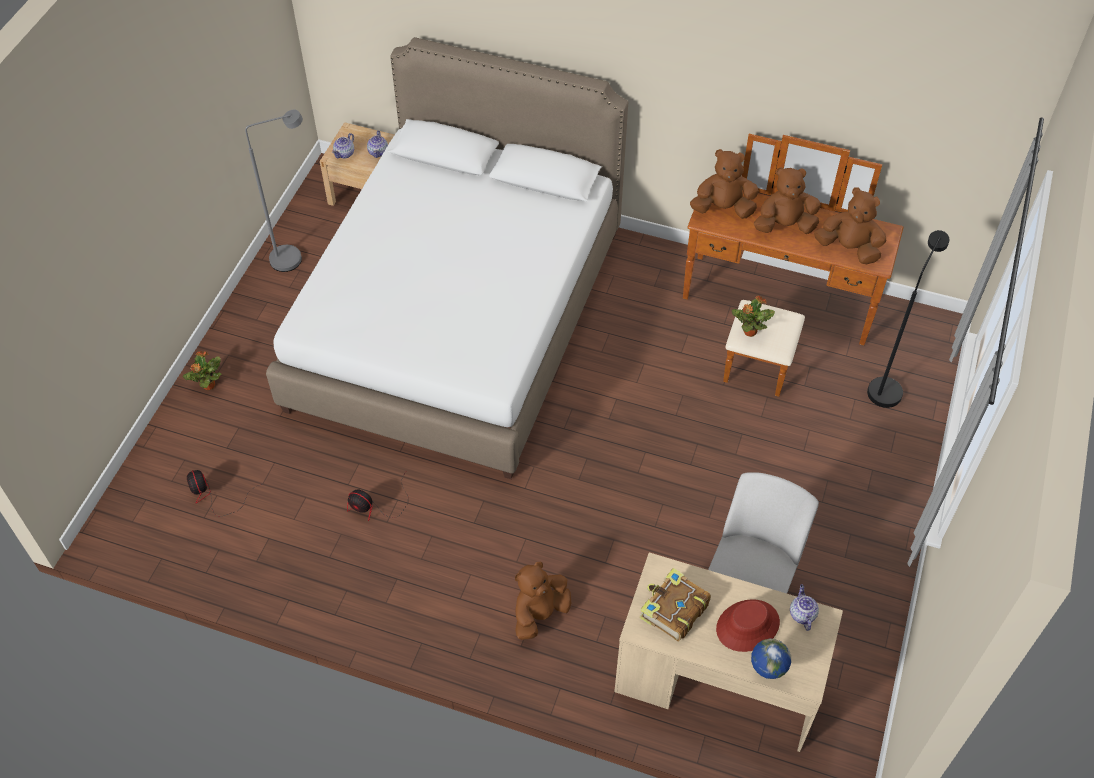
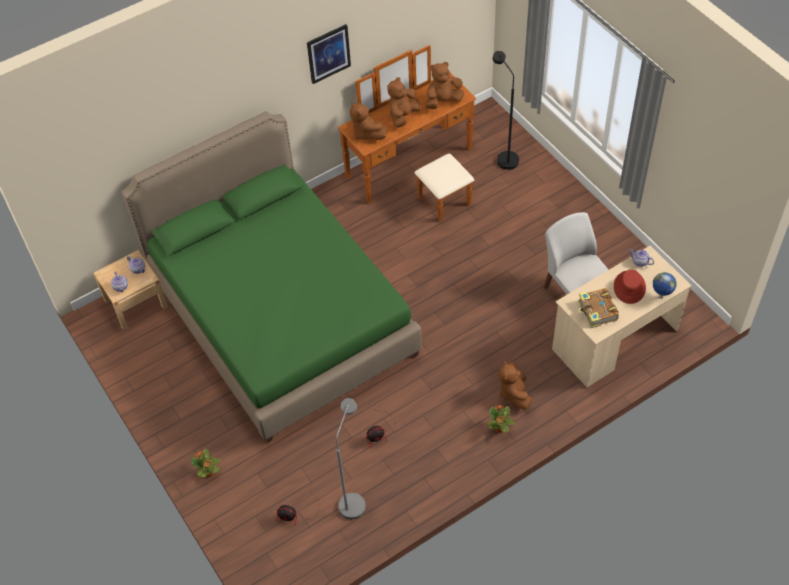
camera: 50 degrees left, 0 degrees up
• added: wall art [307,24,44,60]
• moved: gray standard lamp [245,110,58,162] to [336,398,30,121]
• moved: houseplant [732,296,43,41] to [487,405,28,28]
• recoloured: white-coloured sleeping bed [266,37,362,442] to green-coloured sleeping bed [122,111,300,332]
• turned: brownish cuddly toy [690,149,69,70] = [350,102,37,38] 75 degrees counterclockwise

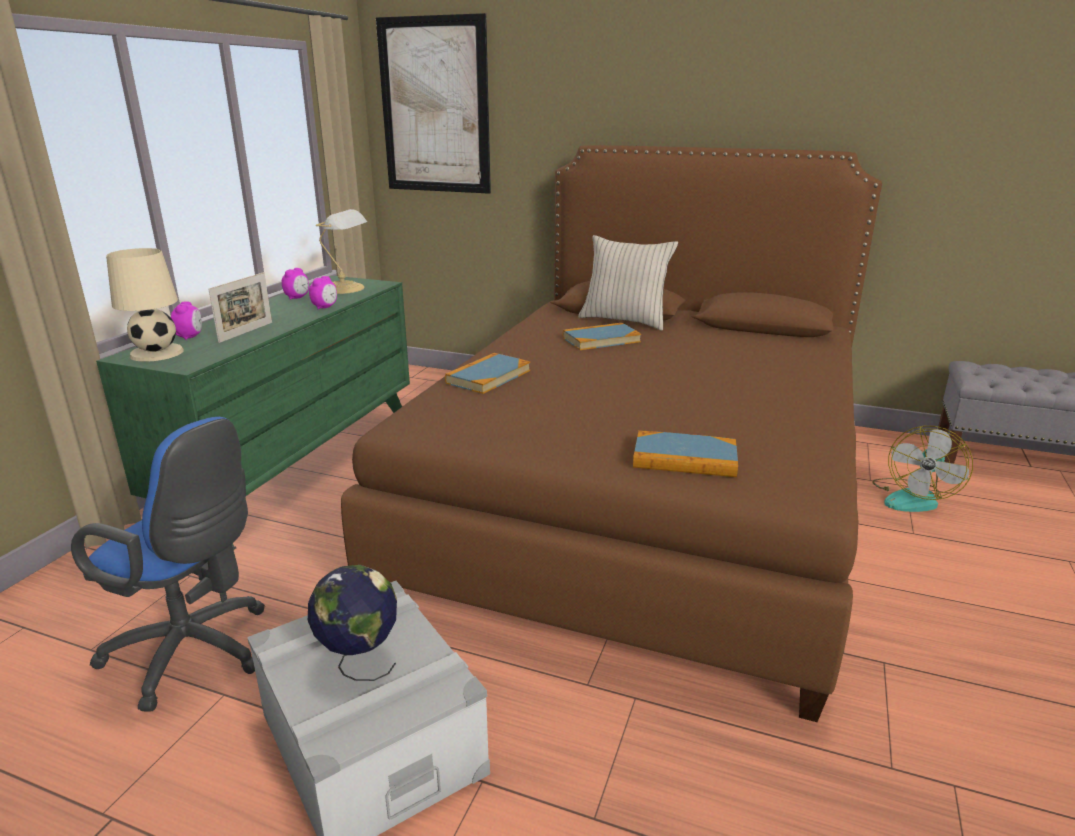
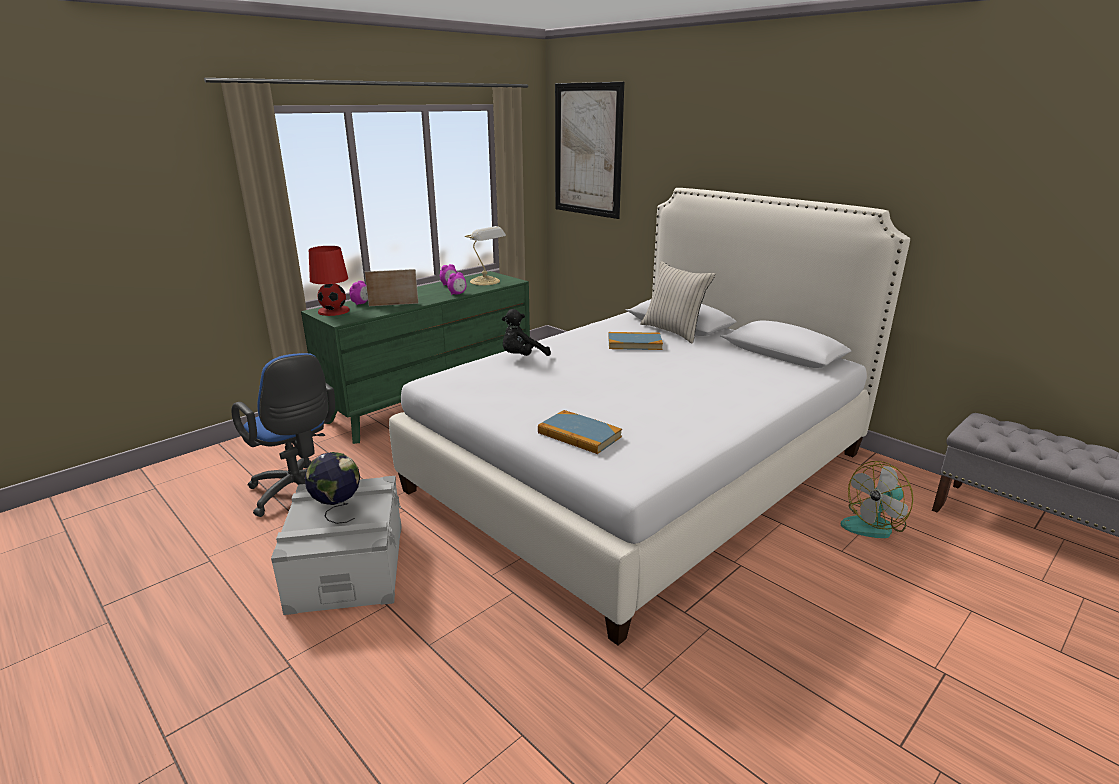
camera: 25 degrees right, 0 degrees up
• replaced: book [445,353,85,41] to black-coloured cuddly toy [502,309,49,47]
• recoloured: beige tabletop lamp [106,248,78,114] to red tabletop lamp [309,246,41,70]
• recoloured: brownish sleeping bed [341,145,541,577] to white-coloured sleeping bed [389,188,521,457]
• turned: picture frame [208,272,64,71] = [365,269,53,37] 150 degrees counterclockwise

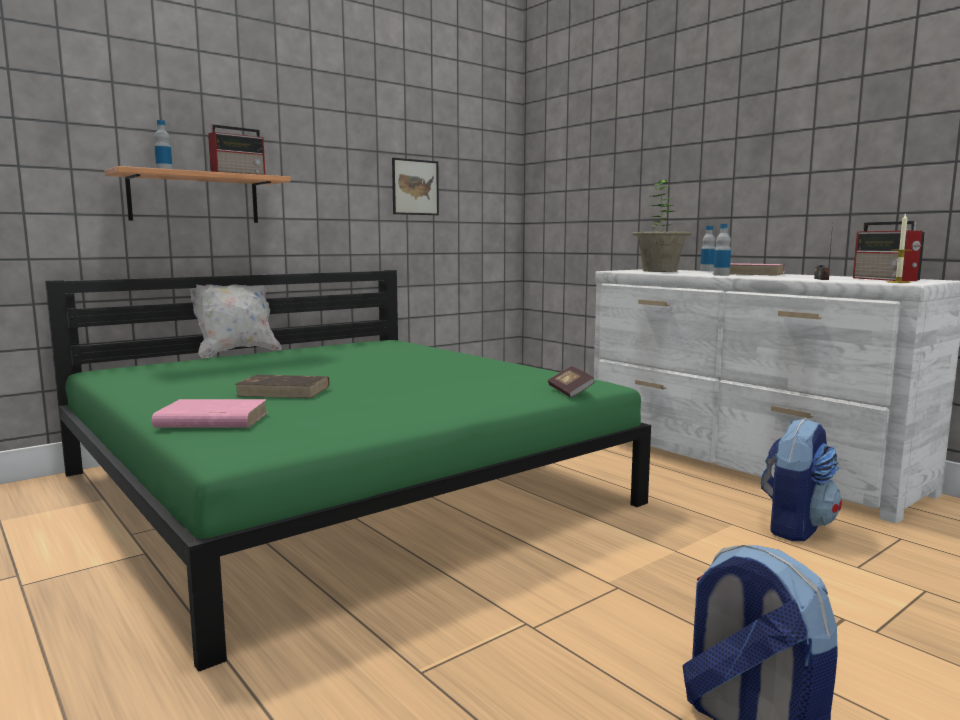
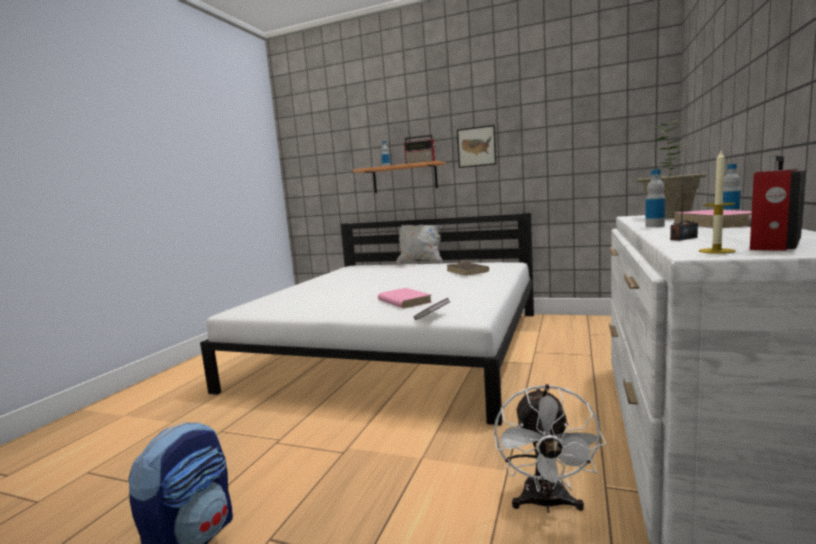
camera: 60 degrees right, 0 degrees up
• moved: pink book [152,399,116,28] to [378,288,54,20]
• moved: brownish book [236,375,93,23] to [447,262,42,14]
• moved: wall art [392,158,47,57] to [457,125,39,43]
• replaced: rucksack [761,418,81,123] to white-coloured fan [494,384,112,129]
• recoloured: green-coloured sleeping bed [45,270,606,402] to white-coloured sleeping bed [200,213,334,213]

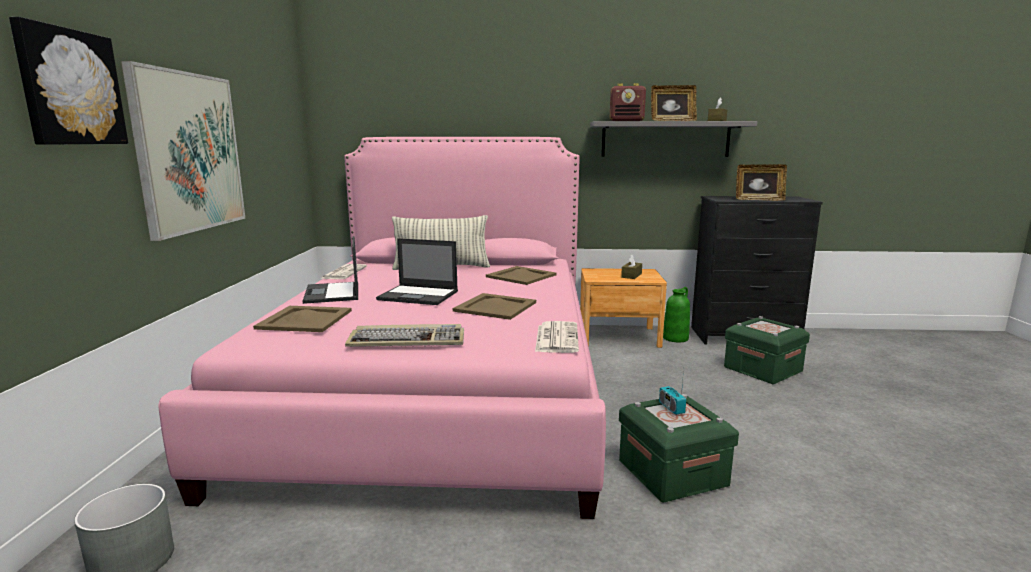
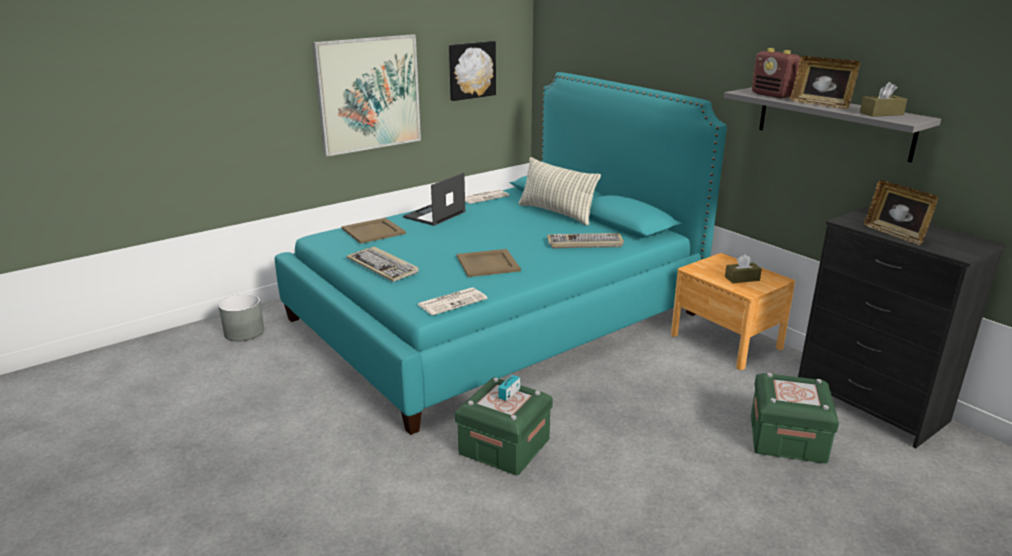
camera: 50 degrees right, 10 degrees up
• removed: laptop [376,238,82,67]
• removed: green-coloured vase [663,287,27,55]
• moved: wall art [9,17,119,128] to [449,41,47,60]
• replaced: beige carrying tray [486,266,71,19] to PC keyboard [547,233,77,15]
• recoloured: pink sleeping bed [158,137,448,382] to turquoise sleeping bed [275,72,452,363]

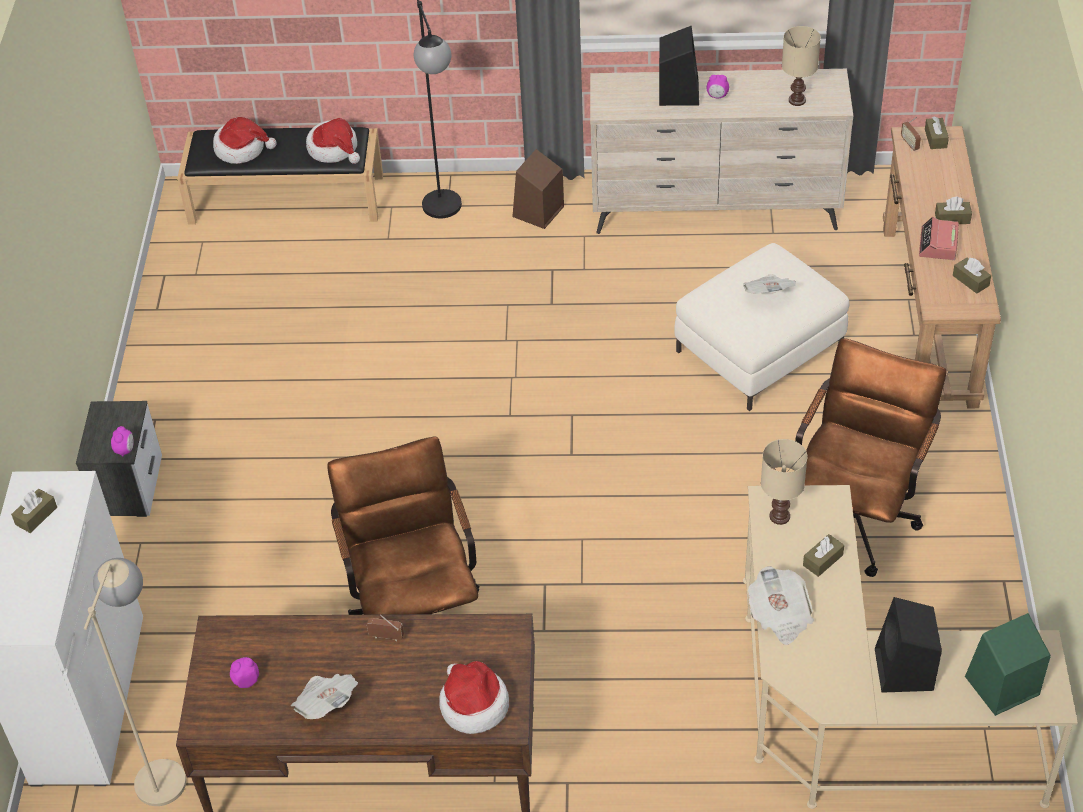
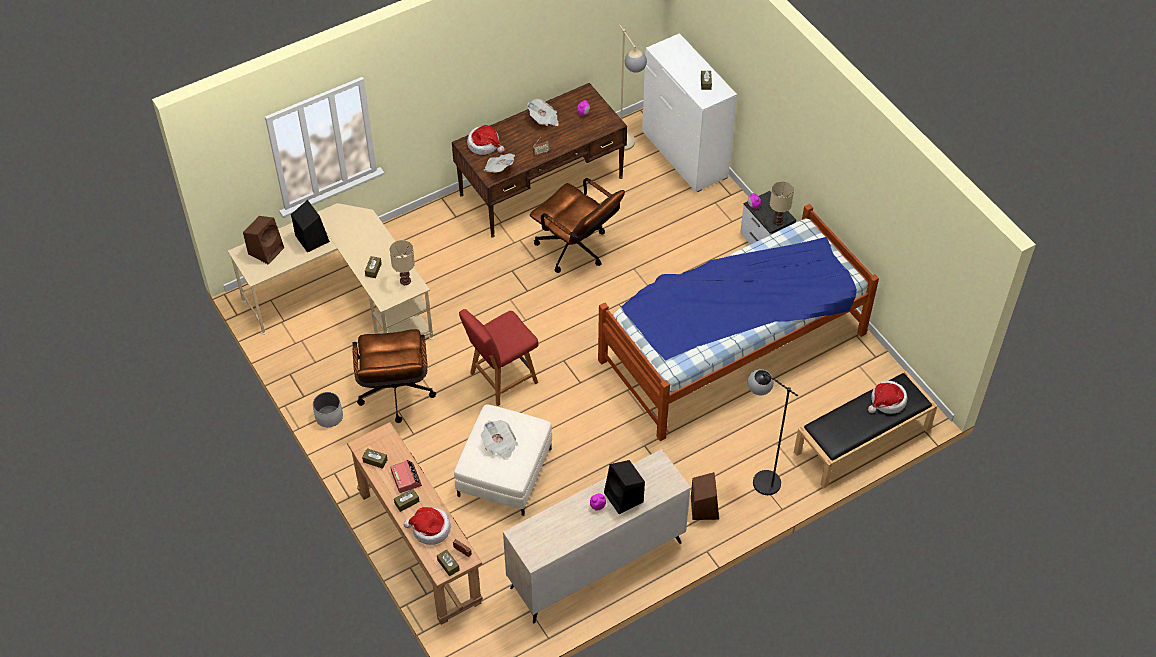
camera: 145 degrees right, 5 degrees up
• added: white-coloured plant pot [313,392,30,35]
• added: red chair [459,309,79,97]
• added: sleeping bed [598,204,281,237]
• moved: hat [306,118,54,46] to [404,507,47,38]
• moved: newspaper [748,566,66,79] to [483,153,32,20]
• moved: beige tabletop lamp [782,26,39,80] to [770,181,24,44]
• recoloured: green-coloured loudspeaker [965,613,86,103] to brownish loudspeaker [243,216,41,49]

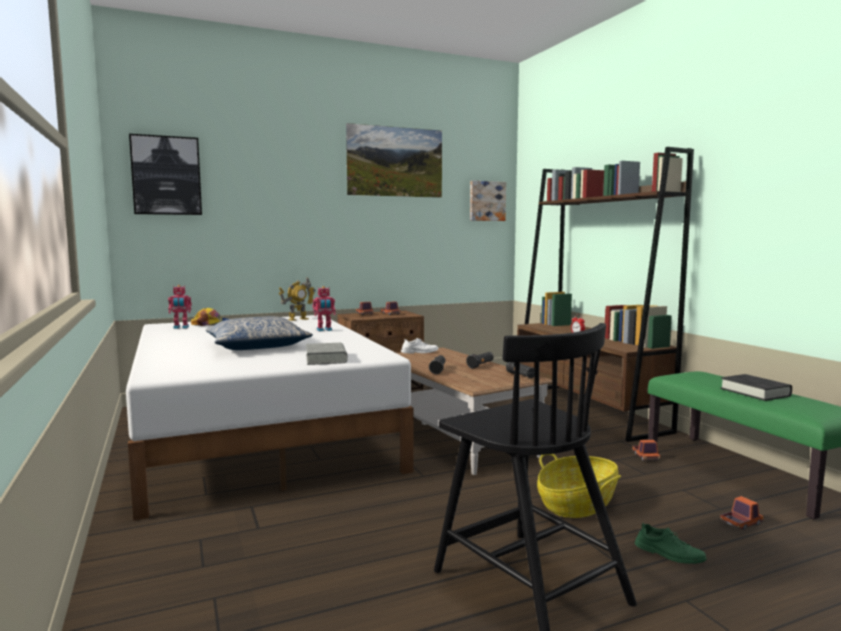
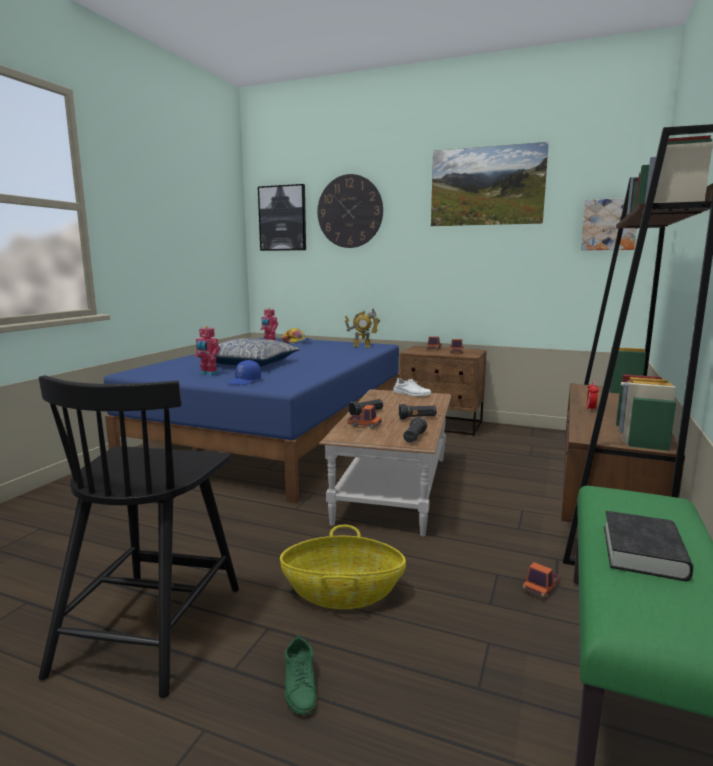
camera: 45 degrees right, 5 degrees up
• added: clock on the wall [317,174,66,74]
• moved: robot figure [313,286,22,45] to [195,326,25,50]
• moved: toy truck [720,496,44,34] to [348,405,34,24]
• replaced: gray book [306,343,42,22] to bluish cap [227,360,34,25]
• recoloured: white-coloured sleeping bed [126,315,288,206] to bluish sleeping bed [104,337,295,166]

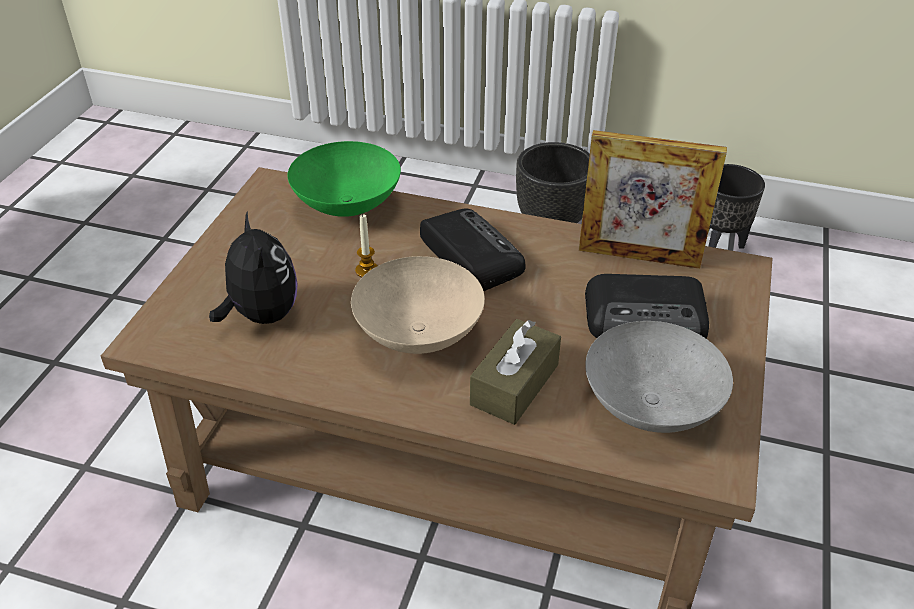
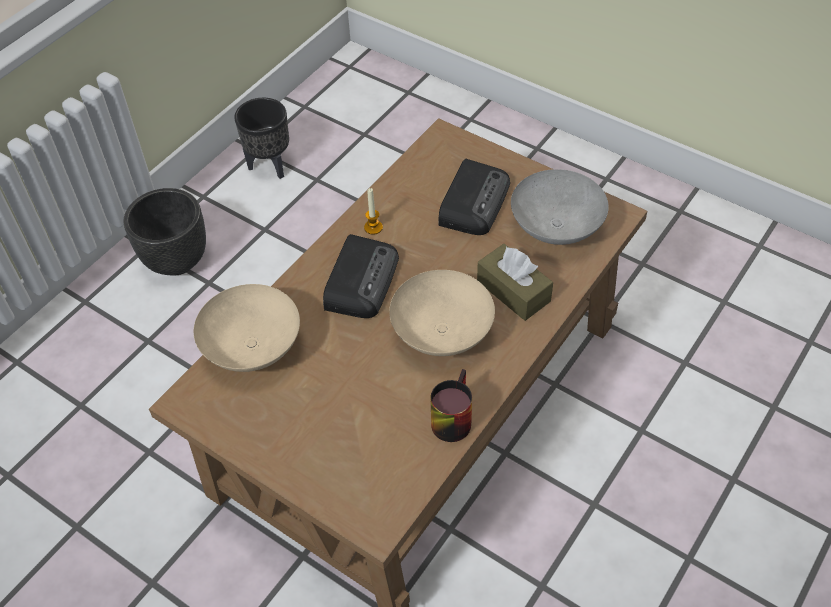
camera: 70 degrees left, 10 degrees up
• removed: cuddly toy [209,211,89,113]
• removed: picture frame [579,130,148,139]
• added: mug [430,369,42,73]
• moved: candle [355,214,23,64] to [364,188,19,47]
• recoloured: green-coloured serving bowl [288,141,113,76] to beige serving bowl [194,284,106,88]
• turned: radio [420,209,105,82] = [323,234,76,84] 120 degrees clockwise

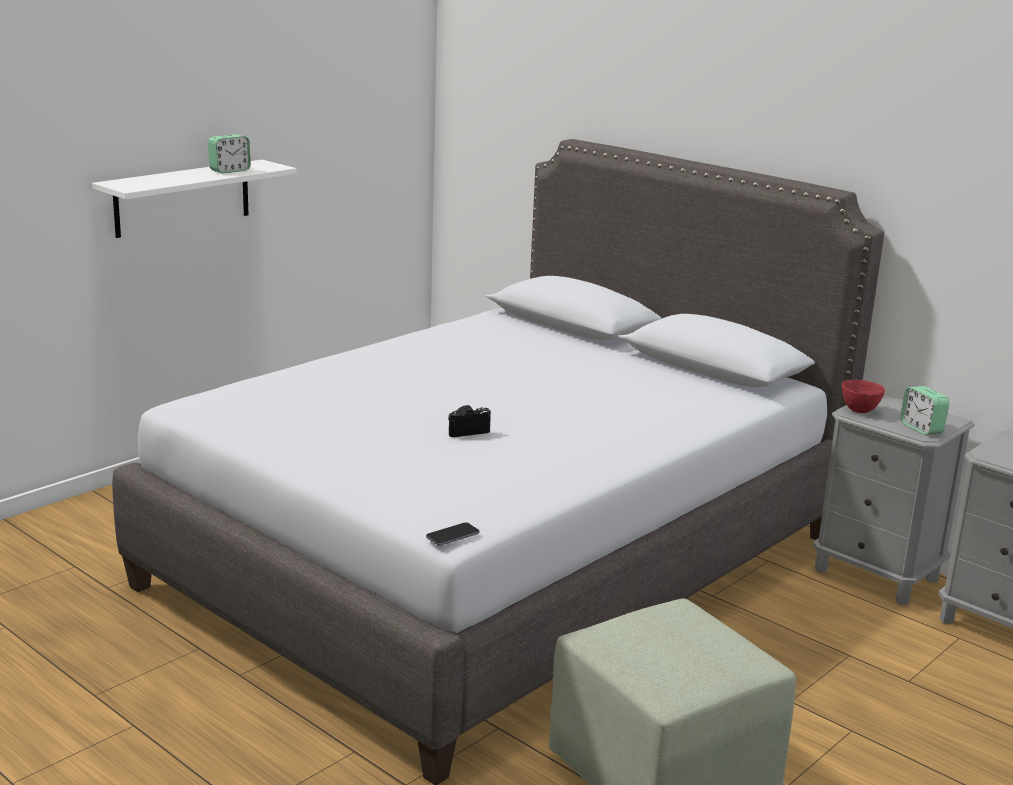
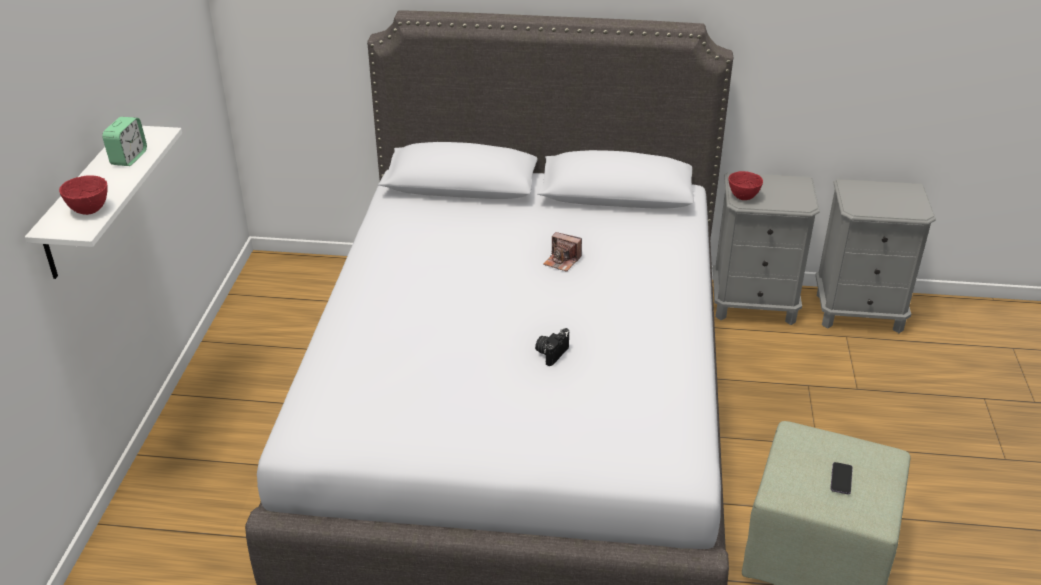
camera: 35 degrees left, 15 degrees up
• removed: alarm clock [900,386,49,49]
• added: red serving bowl [59,175,49,40]
• added: still camera [543,232,39,40]
• moved: phone [426,522,53,24] to [830,462,23,32]

